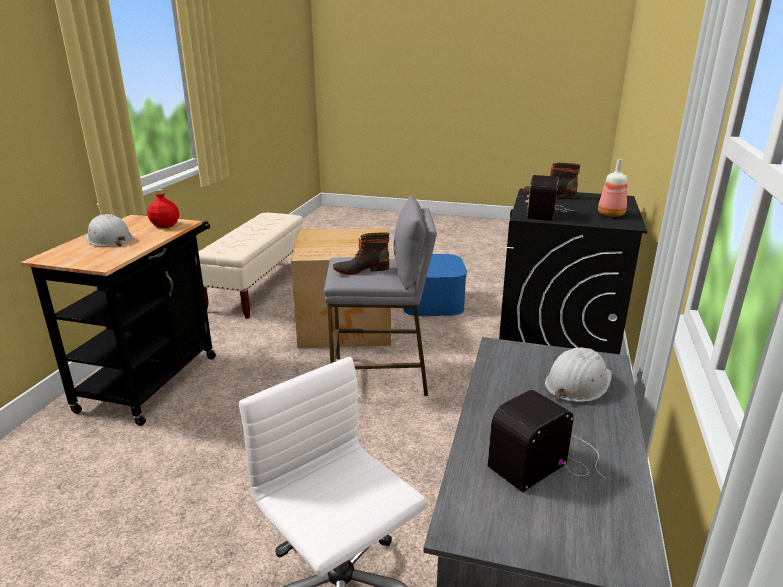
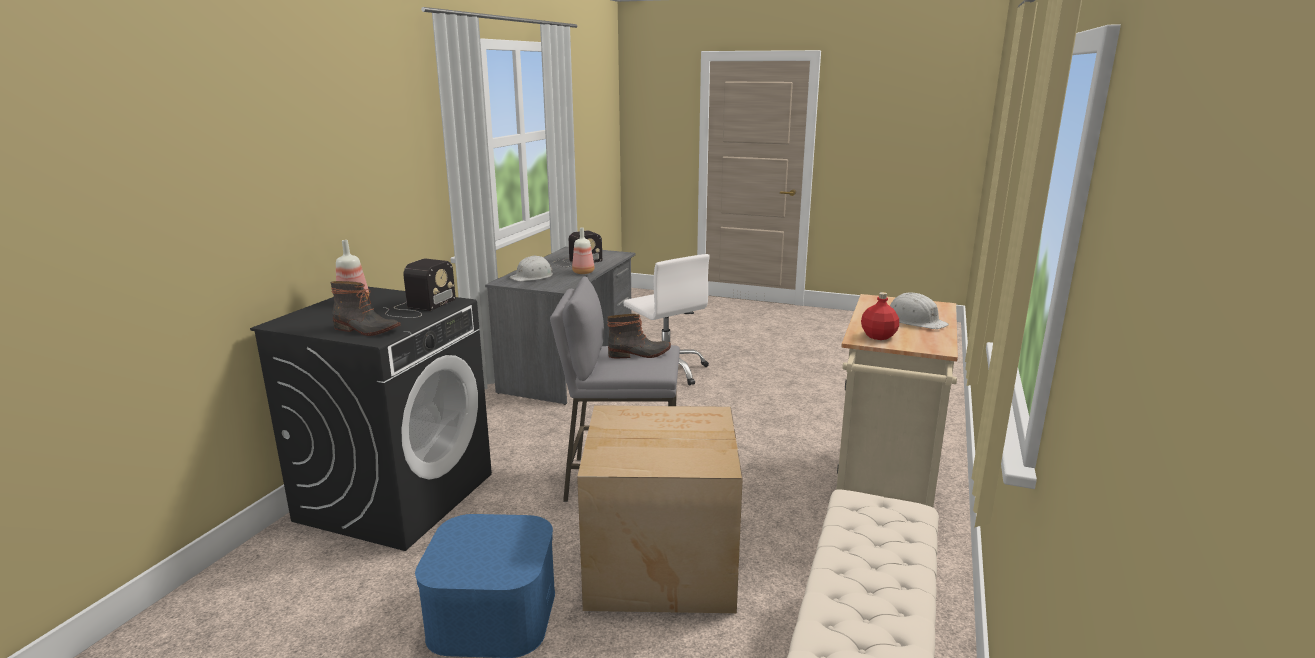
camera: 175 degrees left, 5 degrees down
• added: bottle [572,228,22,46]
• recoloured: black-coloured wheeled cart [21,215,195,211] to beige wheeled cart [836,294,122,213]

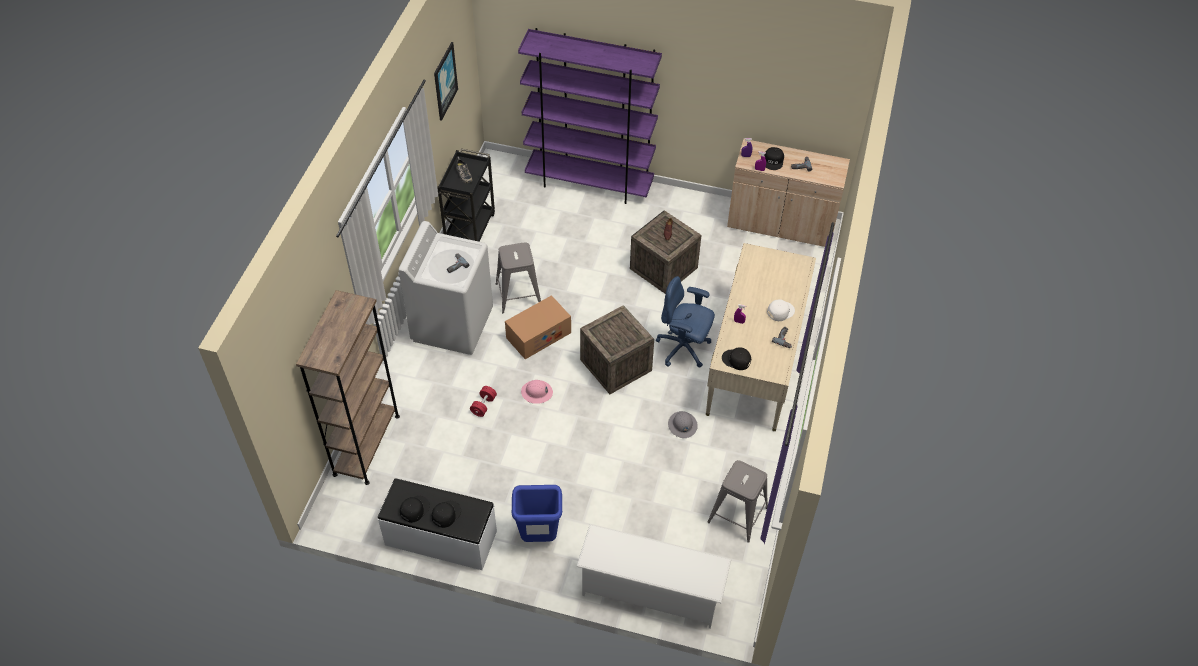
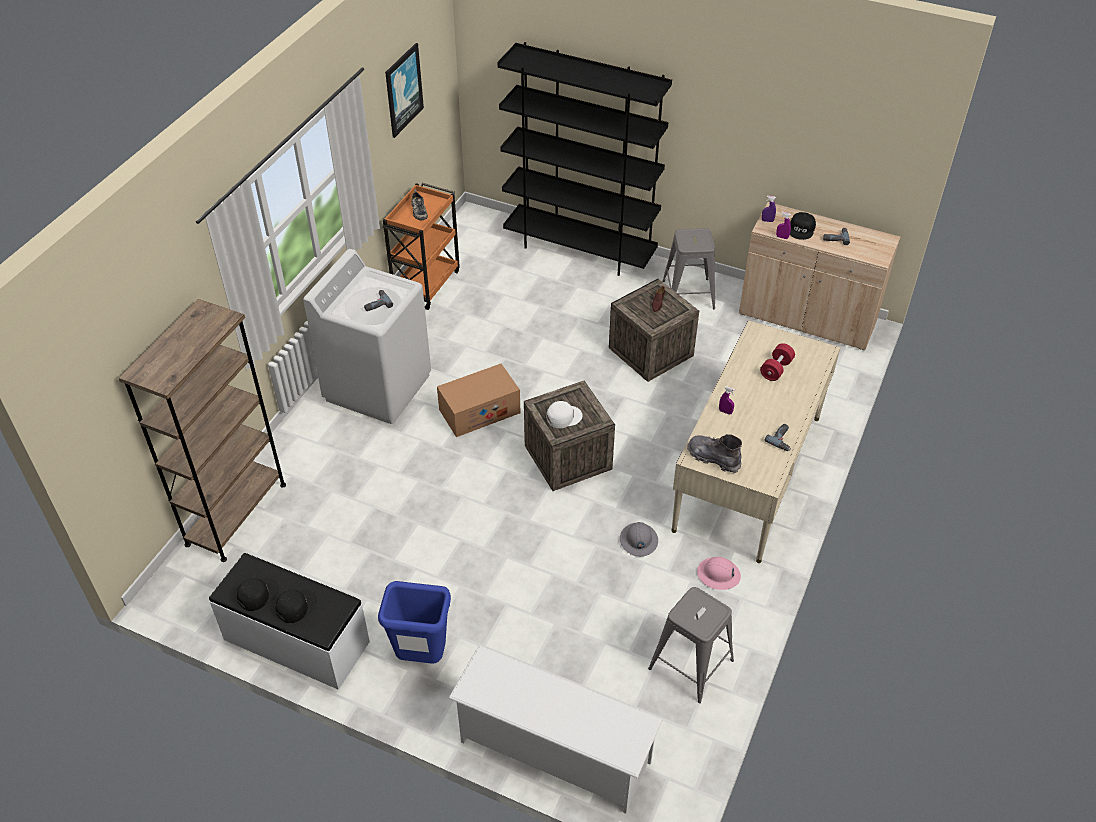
camera: 10 degrees right, 5 degrees down
• removed: bluish desk chair [656,276,59,92]
• moved: red free weight [470,386,27,31] to [760,343,35,38]
• moved: gray stool [496,242,45,71] to [663,228,52,81]
• moved: pink safety helmet [521,380,32,24] to [697,557,44,33]
• moved: white-coloured cap [767,299,28,22] to [546,401,37,27]
• replaced: black-coloured cap [722,347,29,23] to gray tall boot [687,434,55,39]
• recoloured: black-coloured wheeled cart [437,148,58,94] to orange-coloured wheeled cart [382,183,78,127]
• recoloured: purple shelving unit [518,28,144,176] to black-coloured shelving unit [497,42,175,234]

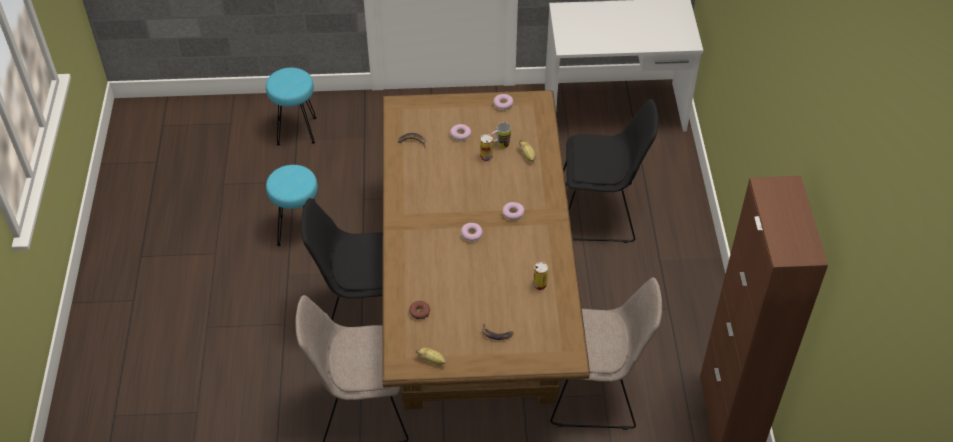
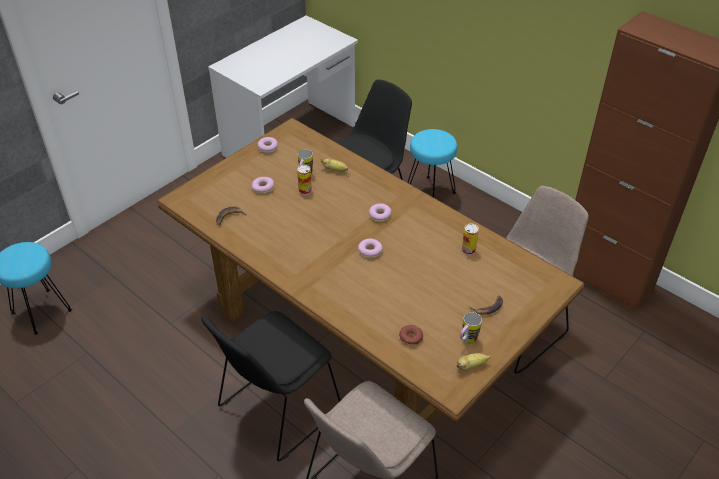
camera: 45 degrees left, 5 degrees down
• added: mug [460,312,22,32]
• moved: turquoise stool [266,165,52,81] to [407,129,50,68]

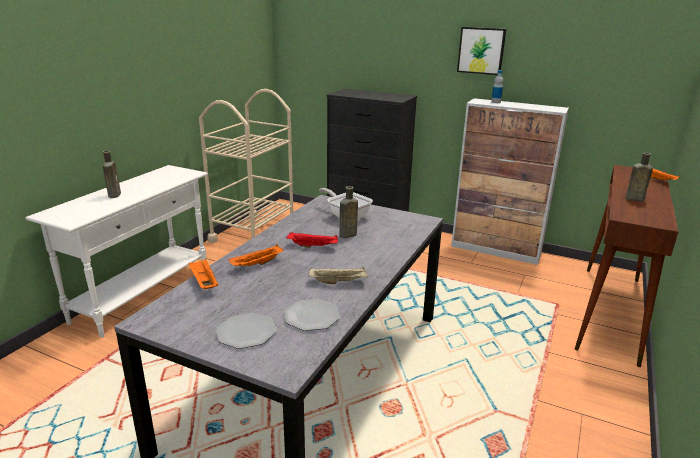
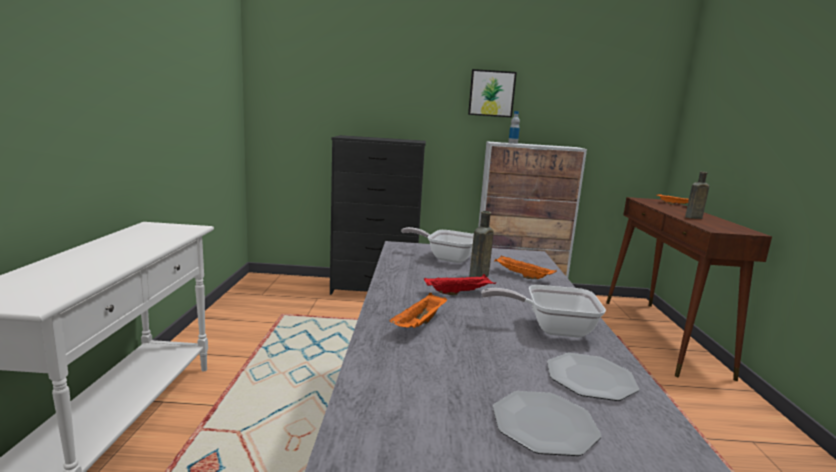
camera: 25 degrees left, 10 degrees down
• removed: brownish bottle [103,151,18,47]
• removed: beige wheeled cart [199,89,94,154]
• moved: orange-coloured carrying tray [188,259,30,30] to [494,256,63,23]
• replaced: beige carrying tray [308,266,60,18] to frying pan [481,285,125,53]

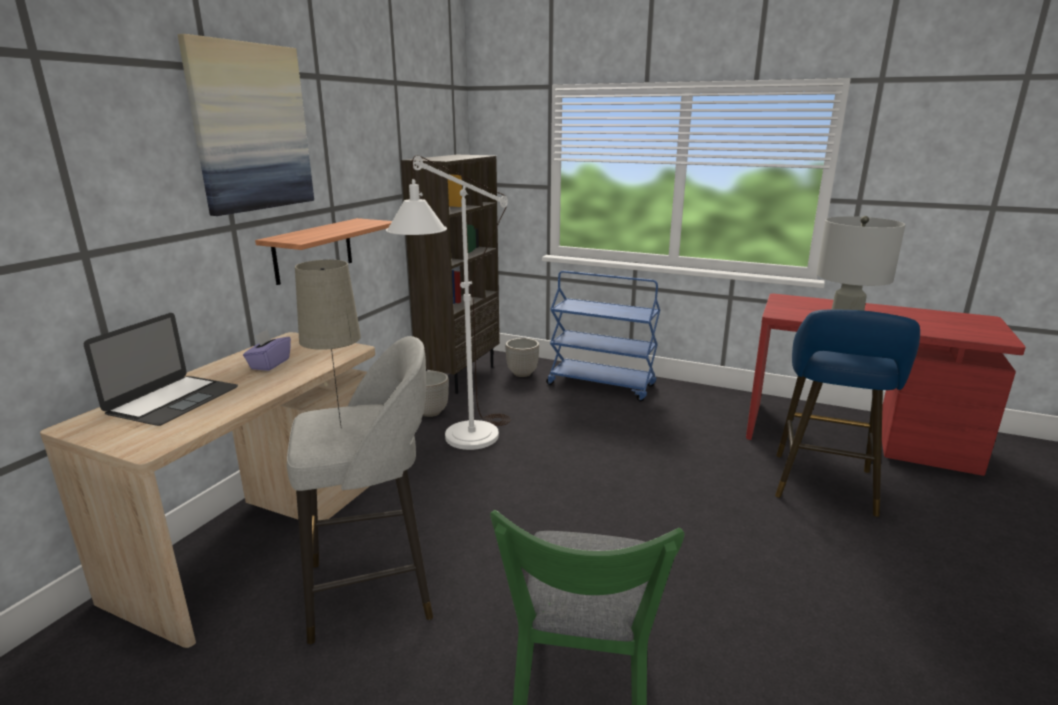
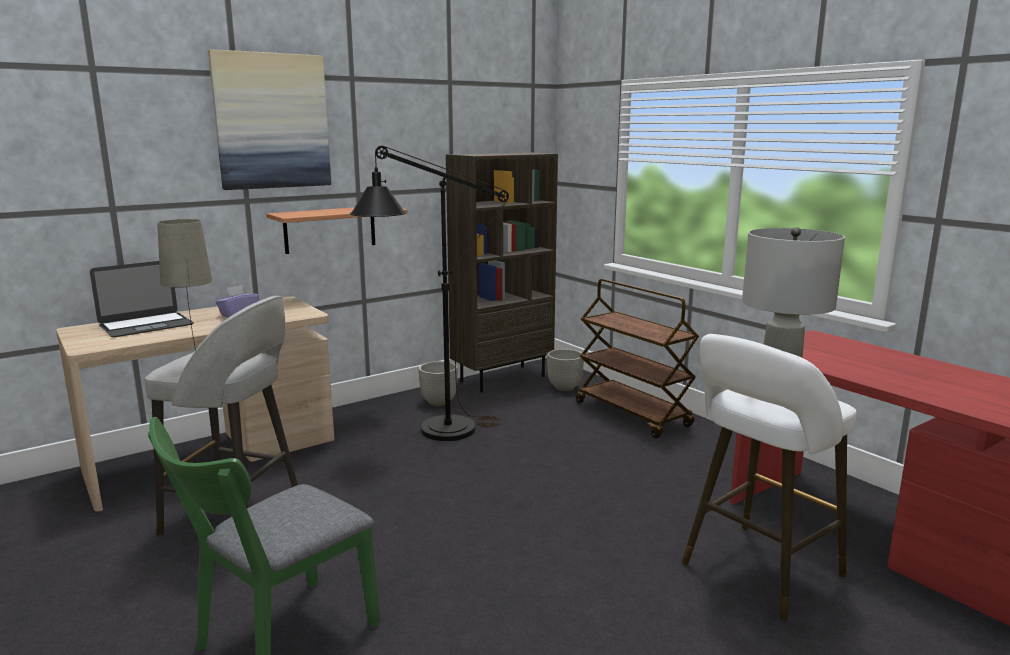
camera: 30 degrees right, 5 degrees down
• recoloured: white-coloured standard lamp [386,155,125,295] to black-coloured standard lamp [350,146,159,295]
• recoloured: bluish wheeled cart [546,271,114,130] to brownish wheeled cart [576,279,123,159]
• recoloured: bluish stool [775,310,145,207] to white-coloured stool [681,334,176,287]

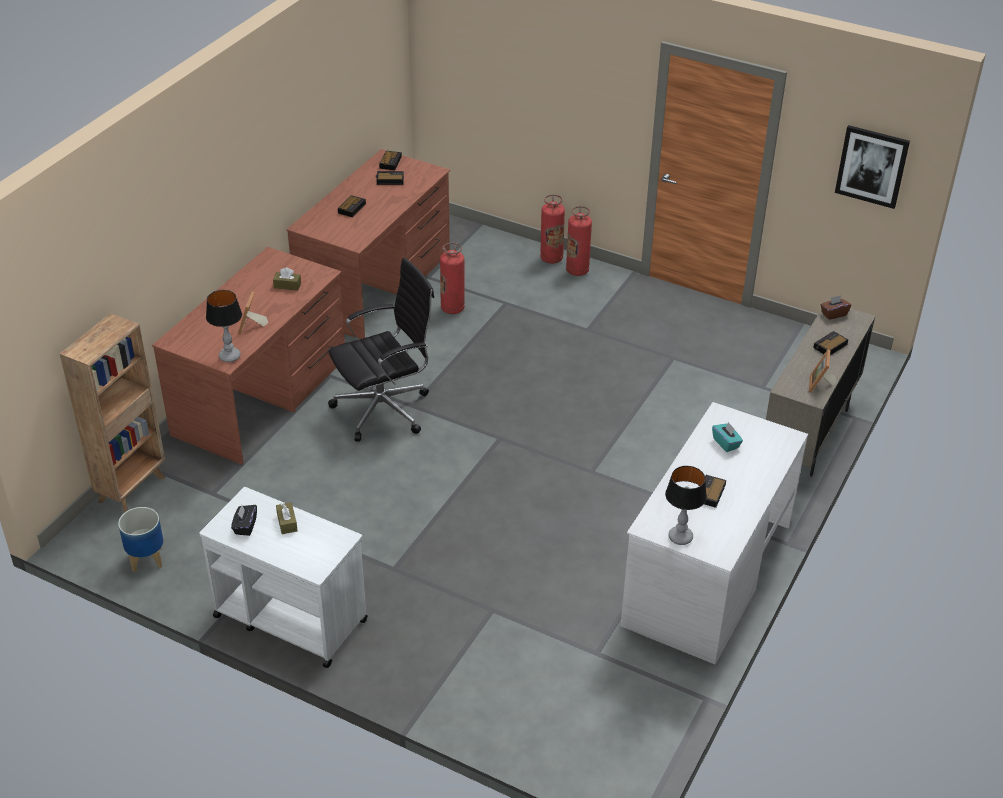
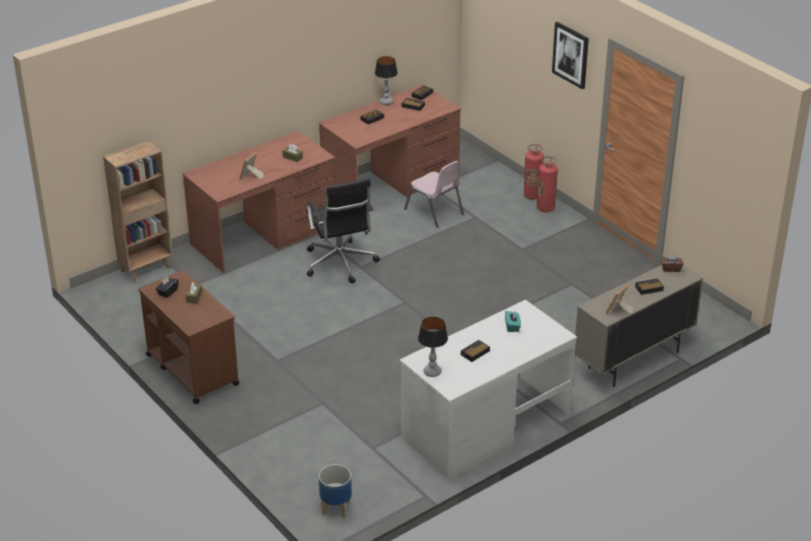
camera: 25 degrees right, 5 degrees down
• moved: plant pot [118,507,45,65] to [319,464,33,54]
• moved: tabletop lamp [206,290,36,72] to [375,56,23,49]
• moved: wall art [835,125,75,84] to [552,22,37,67]
• replaced: fire-fighting cylinder [440,242,25,72] to pink chair [404,161,60,67]
• recoloured: white-coloured wheeled cart [199,487,169,181] to brownish wheeled cart [139,270,101,134]
• turned: black-coloured desk chair [328,257,106,185] = [307,178,73,105] 75 degrees clockwise

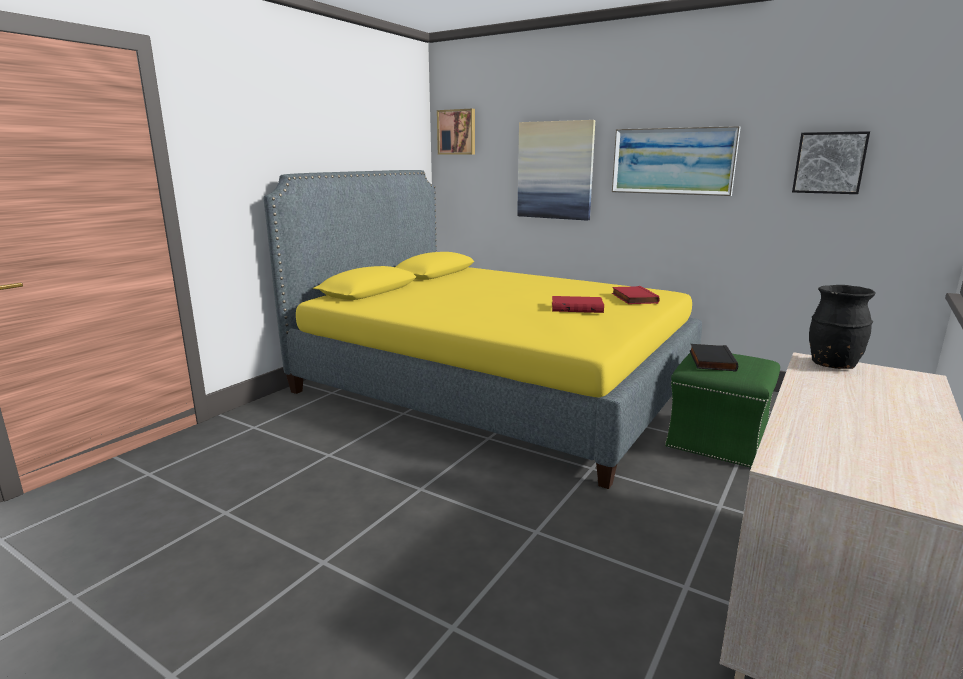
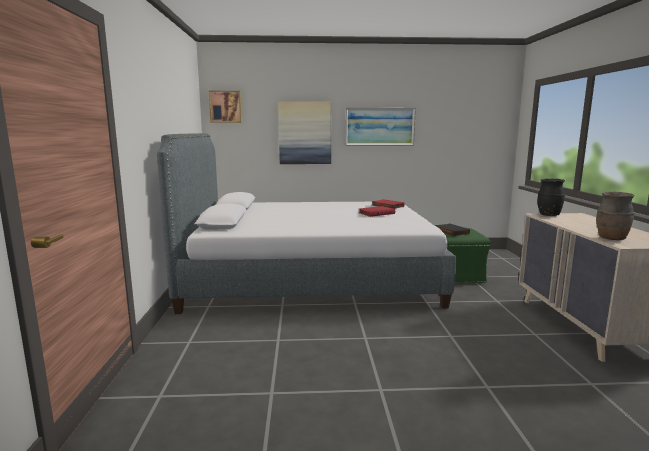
camera: 35 degrees left, 5 degrees down
• removed: wall art [792,131,78,63]
• added: brownish vase [596,191,39,49]
• recoloured: yellow-coloured sleeping bed [264,170,438,319] to gray sleeping bed [157,133,299,181]

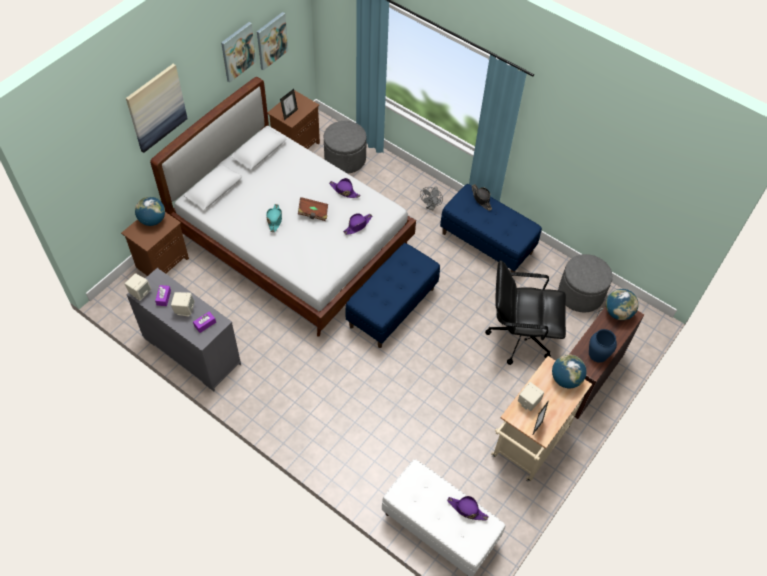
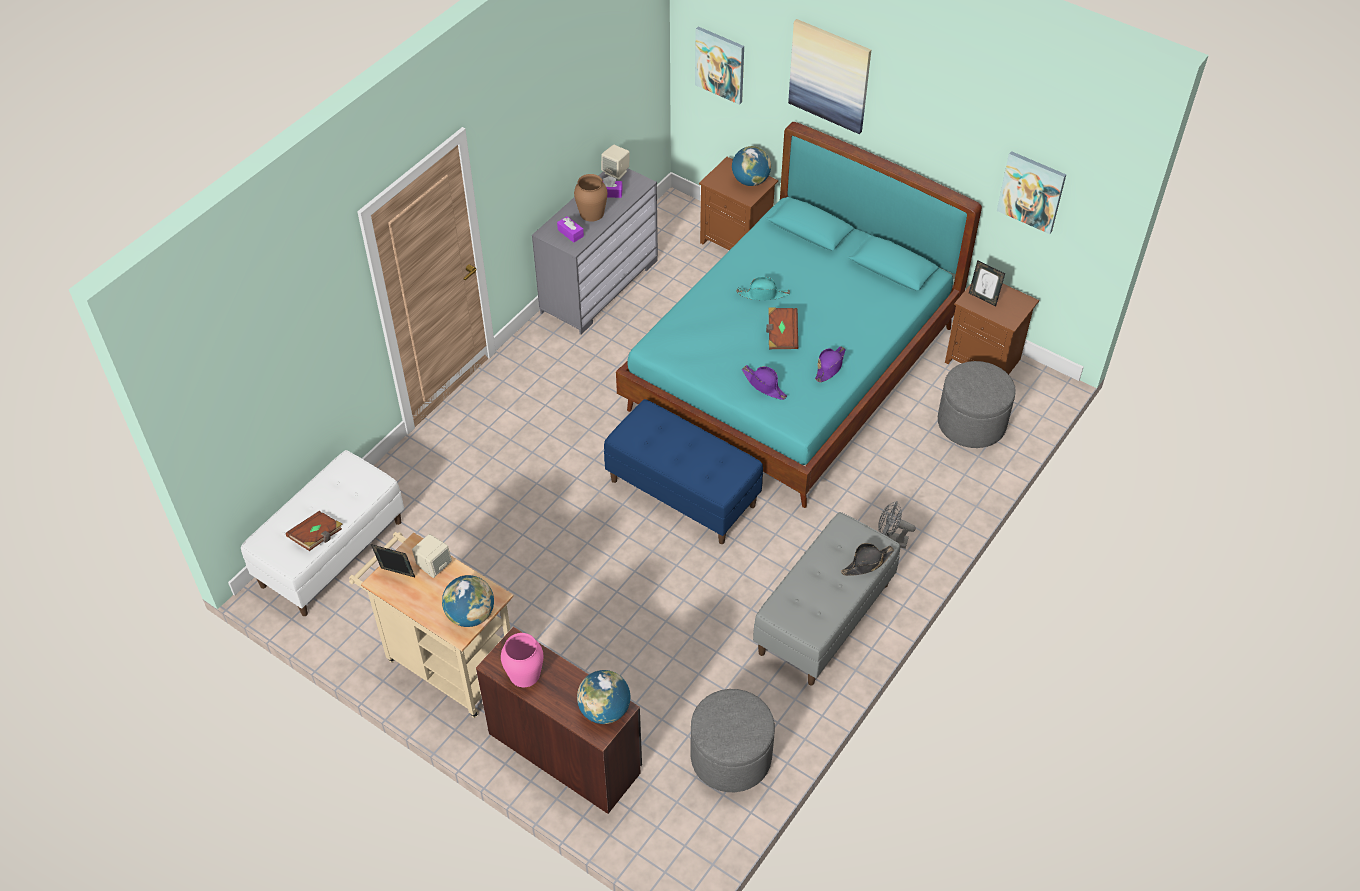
camera: 90 degrees right, 5 degrees down
• removed: black-coloured desk chair [485,260,81,105]
• moved: wall art [221,22,35,60] to [695,27,49,78]
• replaced: beige loudspeaker [171,292,24,25] to brownish vase [574,174,33,48]
• replaced: purple hat [447,496,42,24] to brownish book [286,511,56,40]
• recoloured: white-coloured sleeping bed [150,77,266,260] to turquoise sleeping bed [616,122,366,386]
• recoloured: bluish indoor bench [440,184,102,88] to gray indoor bench [753,512,147,173]
• recoloured: bluish vase [589,329,28,34] to pink vase [501,633,43,54]

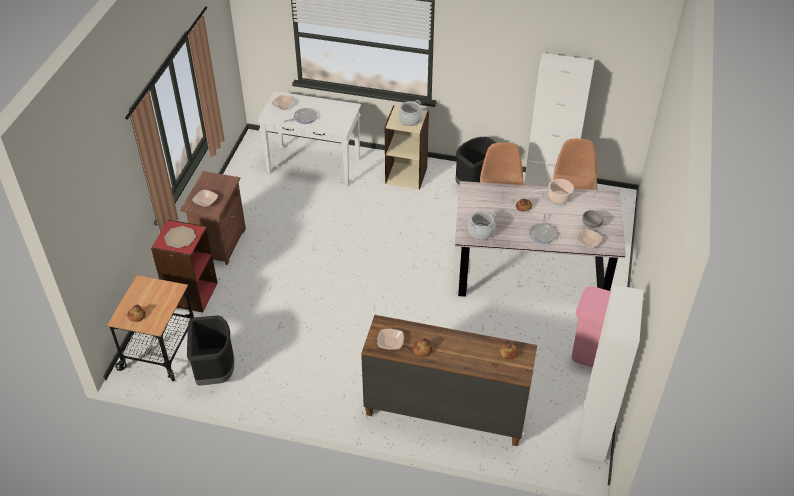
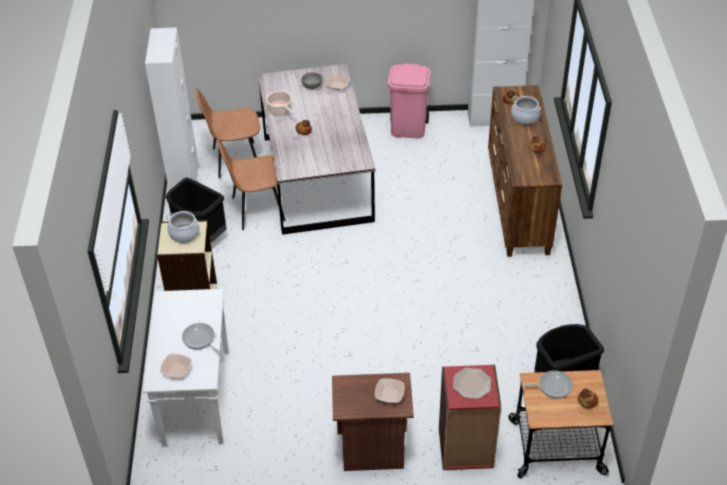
camera: 105 degrees left, 0 degrees up
• removed: serving bowl [377,329,27,21]
• moved: saucepot [467,211,29,29] to [511,96,30,29]
• moved: frying pan [529,214,27,30] to [522,370,51,29]

